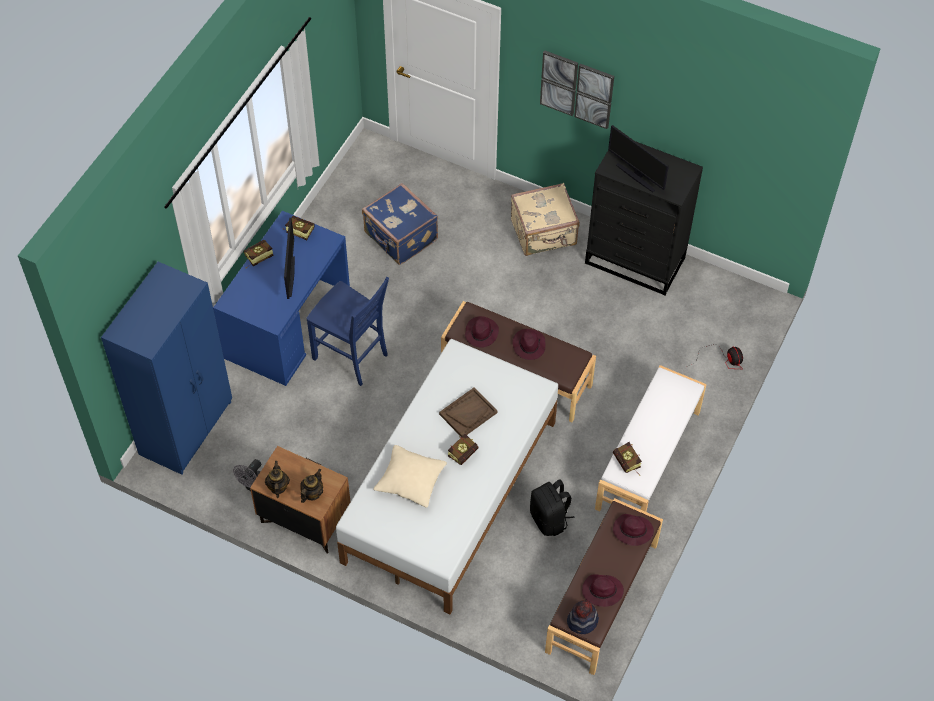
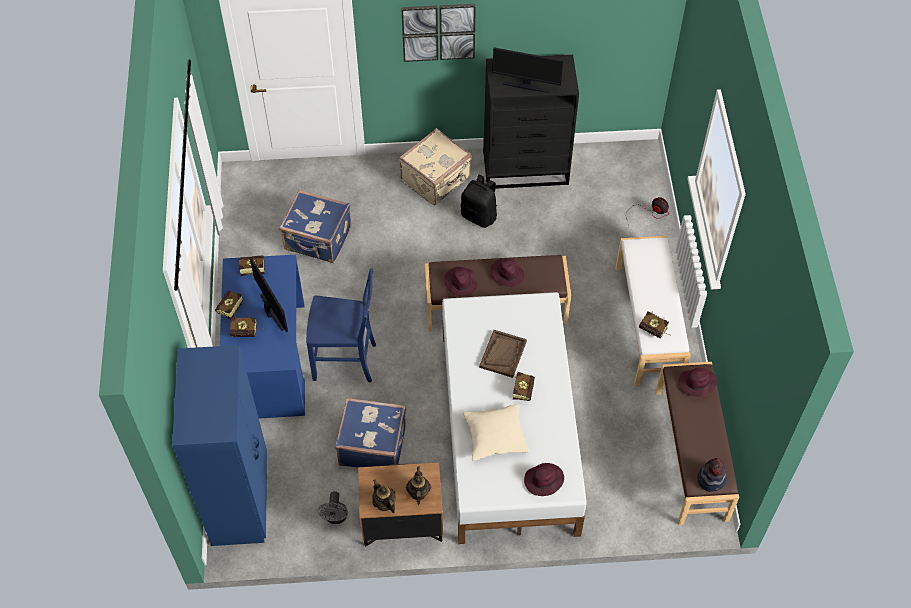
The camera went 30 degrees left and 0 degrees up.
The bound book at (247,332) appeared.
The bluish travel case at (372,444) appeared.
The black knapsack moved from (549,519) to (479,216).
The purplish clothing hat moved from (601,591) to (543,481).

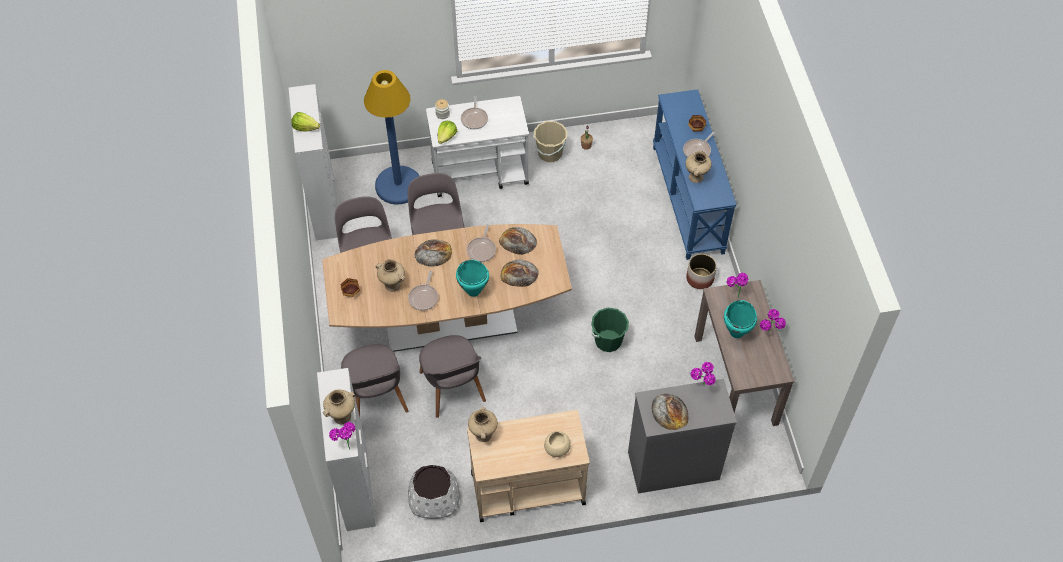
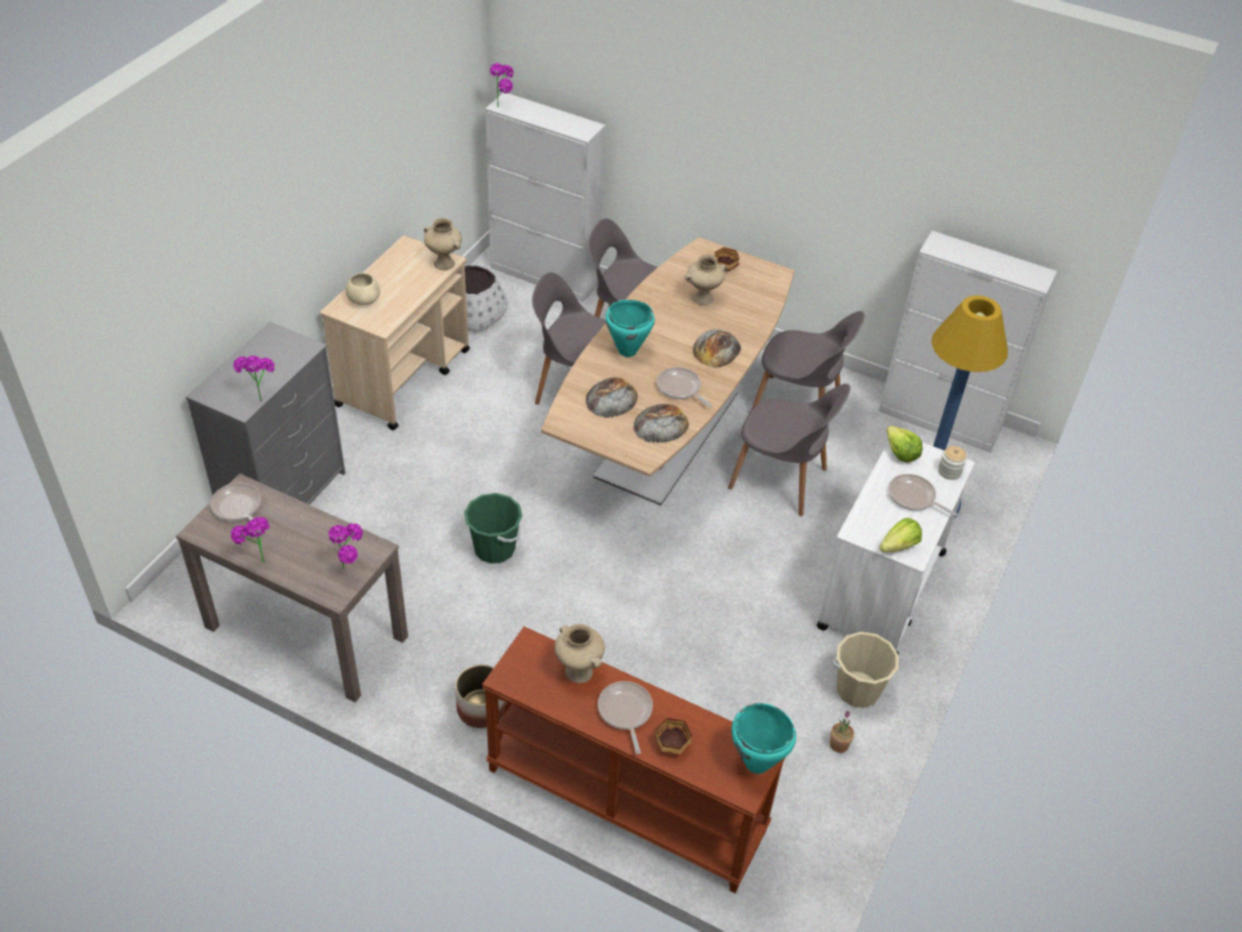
The camera went 125 degrees right and 10 degrees down.
The sand-coloured vase at (342,416) disappeared.
The bakery bread at (670,411) disappeared.
The lettuce head moved from (305,128) to (899,546).
The pan moved from (424,297) to (238,508).
The turquoise-coloured stockpot moved from (736,332) to (757,763).
The bluish console table at (688,199) became the brown console table at (624,802).

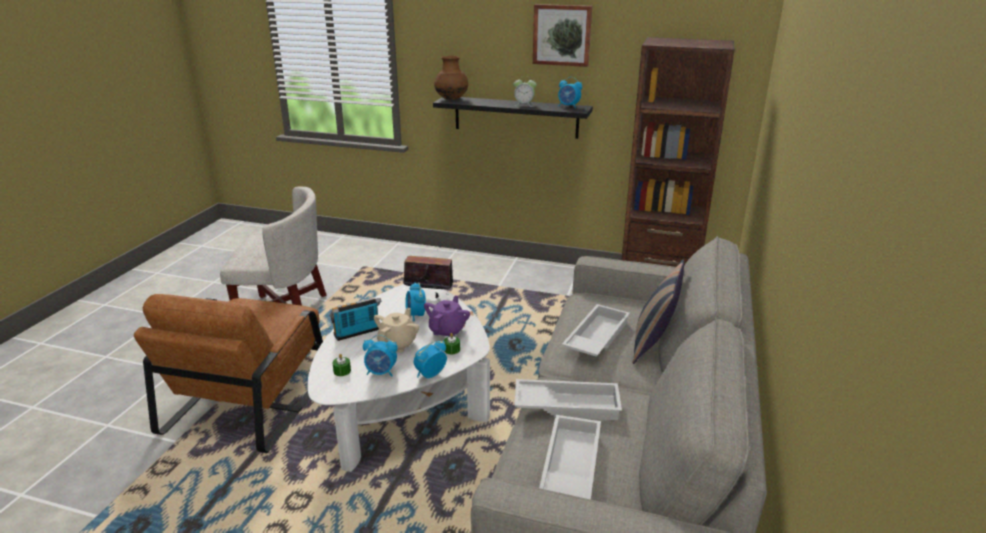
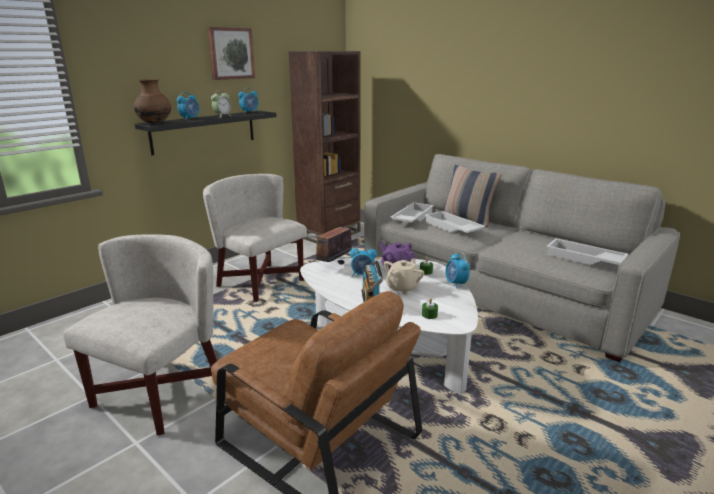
The camera went 65 degrees left and 5 degrees down.
The white armchair at (261,282) appeared.
The bedside clock moved from (381,372) to (190,119).
The white serving tray moved from (567,404) to (411,218).
The sand-coloured pot for tea at (398,344) turned 75 degrees clockwise.

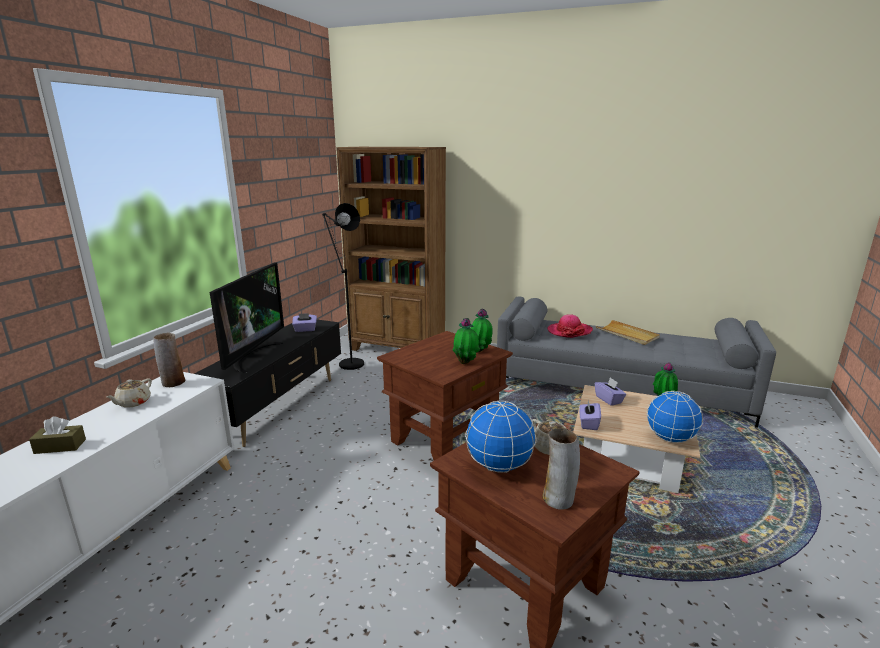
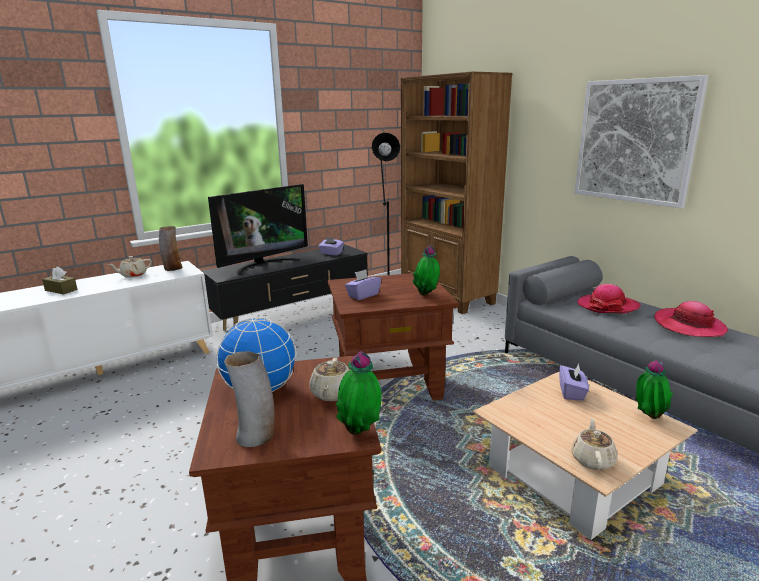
The camera went 35 degrees right and 0 degrees up.
The picture at (635,141) appeared.
The houseplant moved from (466,362) to (360,432).
The purplish box of tissues moved from (588,423) to (363,295).
The sand-coloured serving tray at (627,334) was replaced by the clothing hat at (689,326).
The desk globe at (670,438) was replaced by the sand-coloured pot for tea at (592,459).

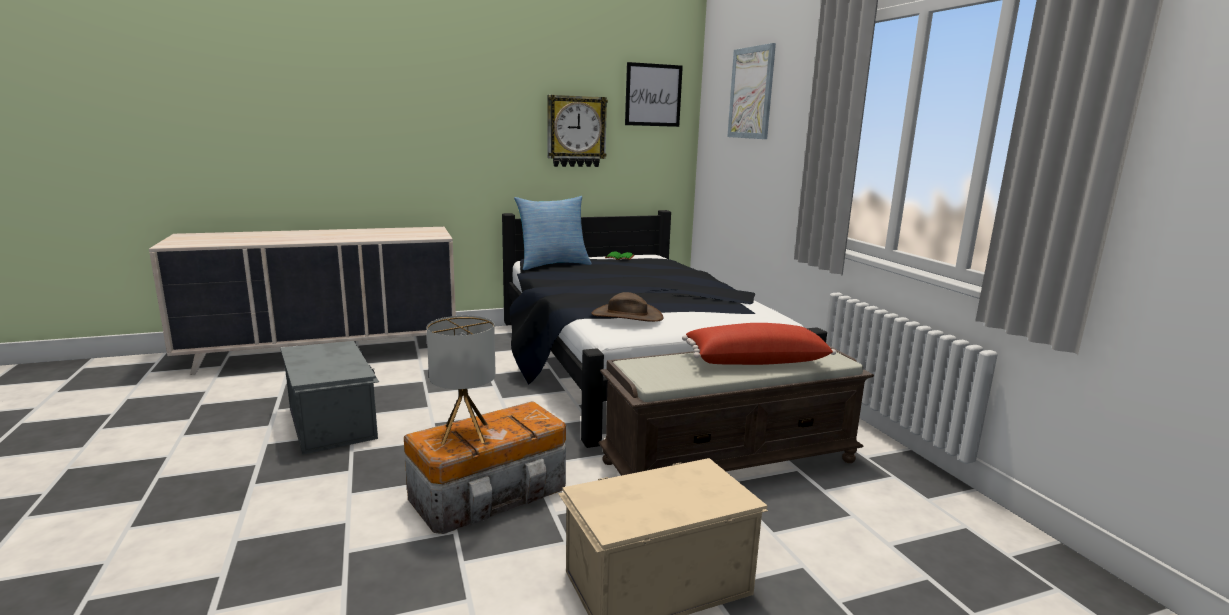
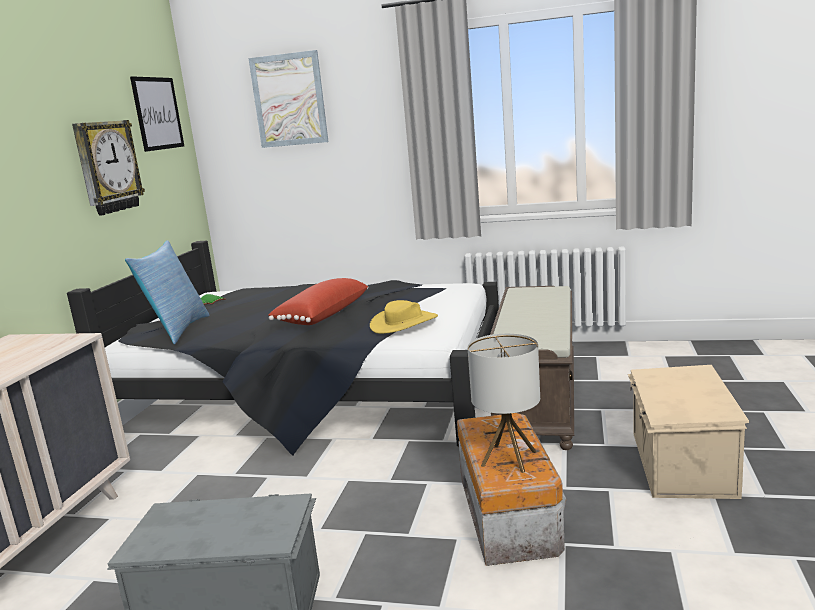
The camera went 55 degrees left and 0 degrees up.
The red-coloured pillow moved from (755,360) to (321,315).
The brown clothing hat at (626,316) became the yellowish clothing hat at (404,323).

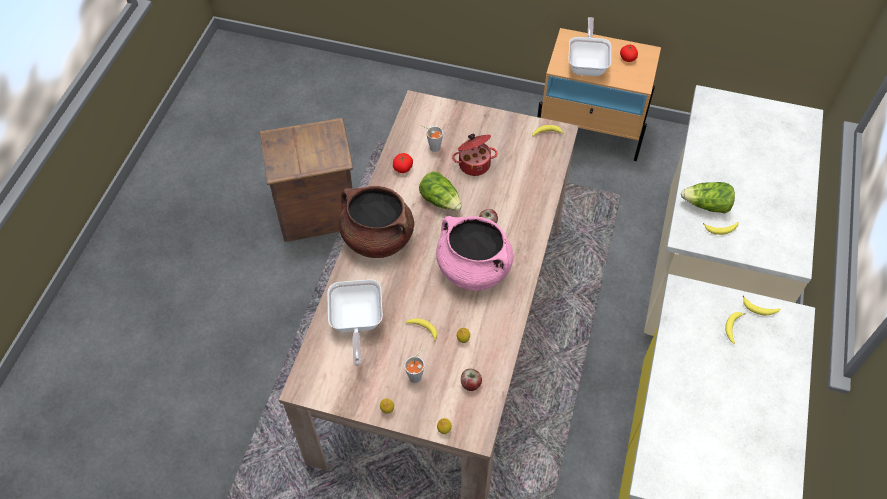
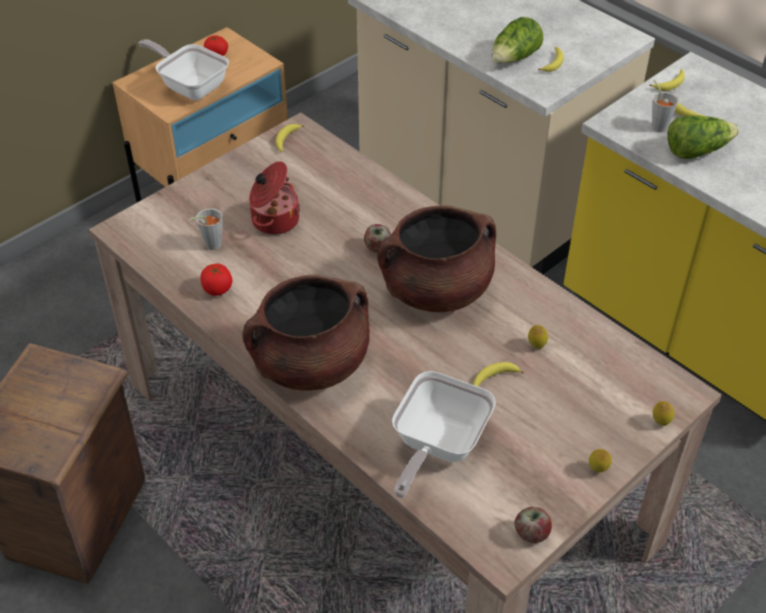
The camera went 60 degrees left and 10 degrees down.
The greyish drinking cup moved from (417,375) to (657,125).
The lettuce head moved from (440,200) to (696,150).
The apple fruit moved from (471,384) to (531,533).
The pinkish stockpot at (473,269) became the brown stockpot at (436,290).
The pan at (356,323) turned 90 degrees clockwise.

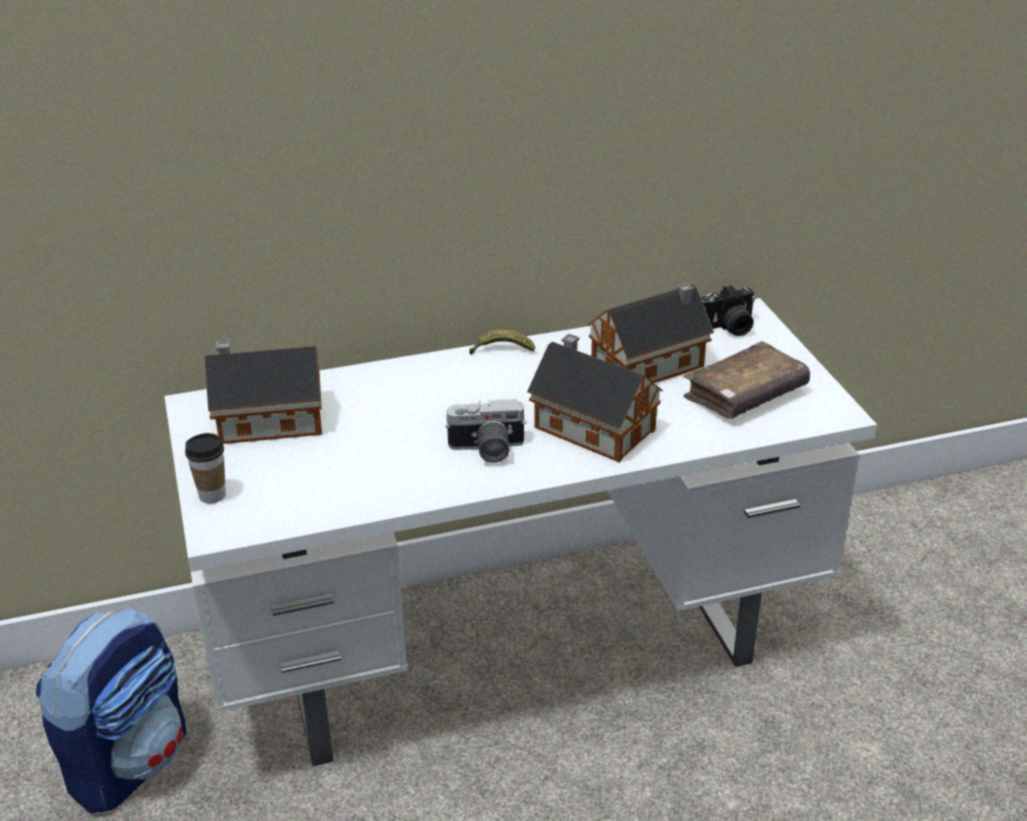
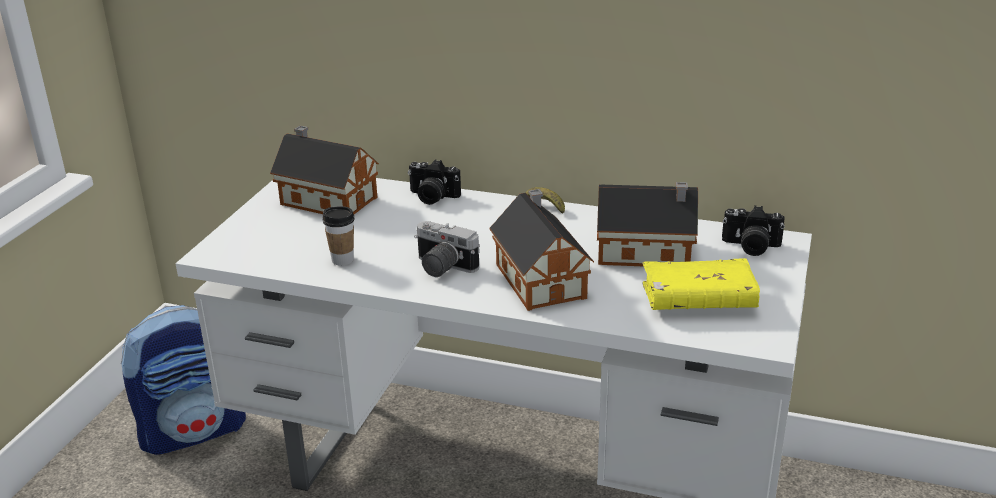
The camera went 35 degrees right and 5 degrees down.
The photo camera at (432,197) appeared.
The drinking cup moved from (212,495) to (342,260).
The brown bound book at (745,395) became the yellowish bound book at (698,299).

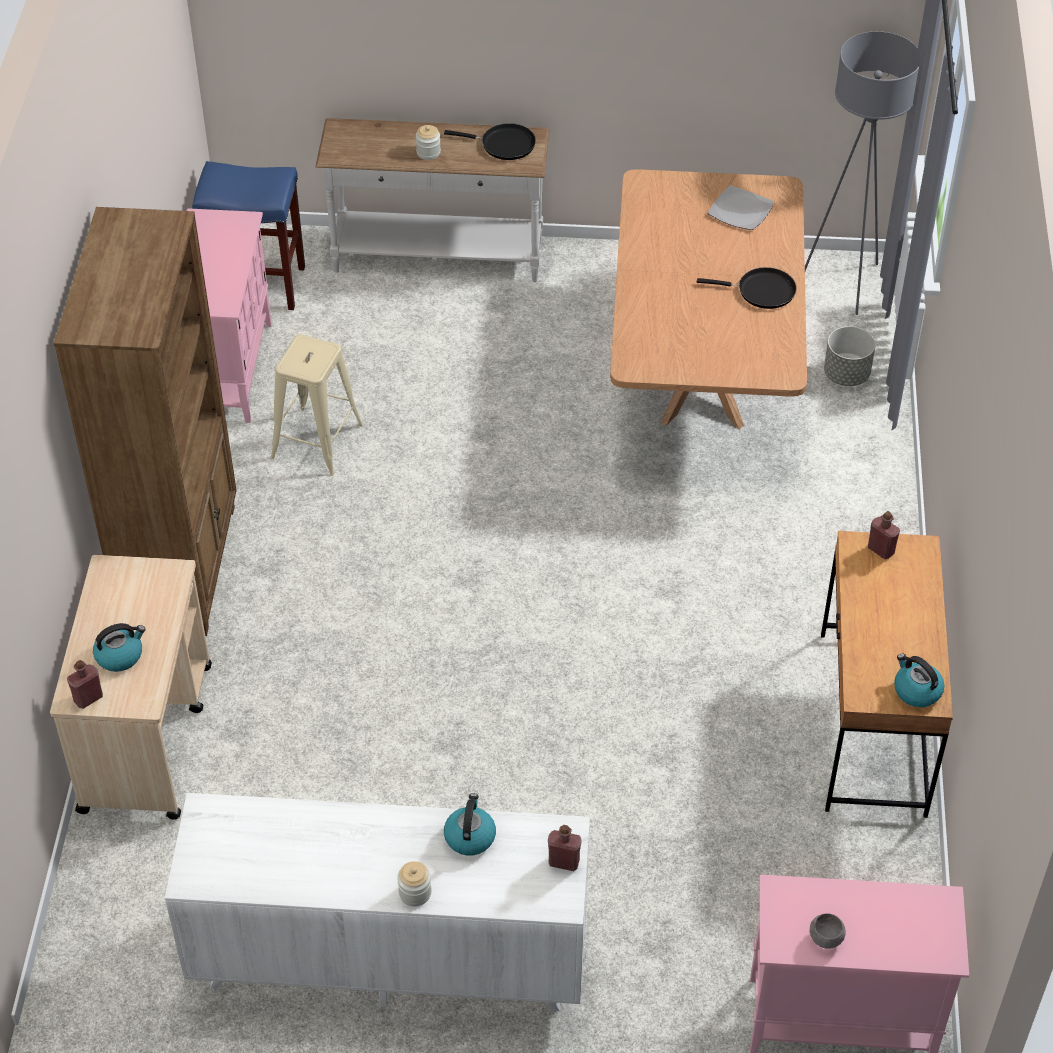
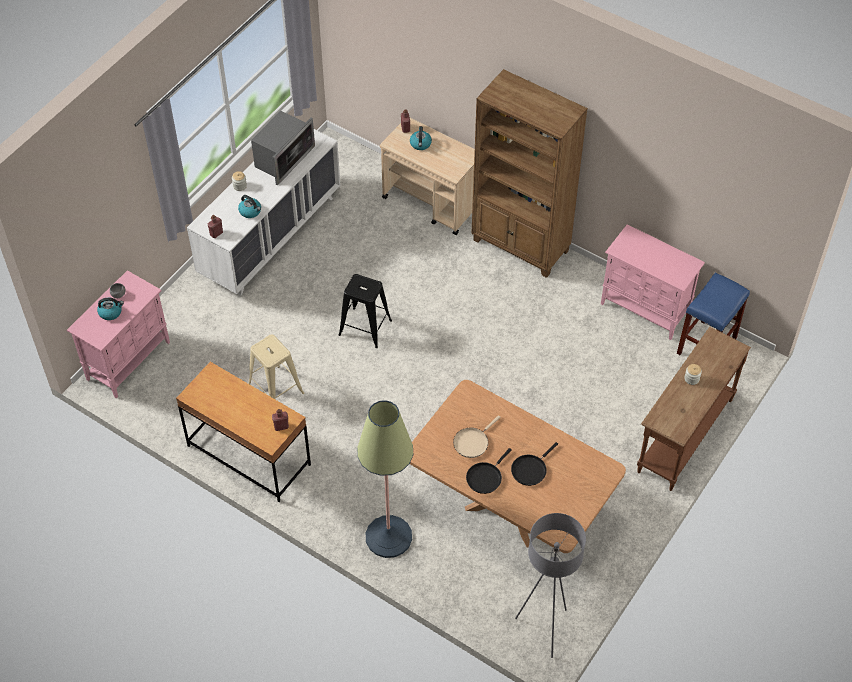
The camera went 120 degrees right and 5 degrees up.
The flat dish at (739,211) disappeared.
The greyish planter at (847,374) disappeared.
The microwave oven at (283,158) appeared.
The black stool at (364,327) appeared.
The standard lamp at (388,537) appeared.
The sand-coloured pan at (472,442) appeared.
The sand-coloured stool moved from (316,442) to (275,389).
The black pan moved from (504,144) to (530,469).
The water kettle moved from (916,690) to (111,312).
The white console table at (438,258) became the brown console table at (683,435).

